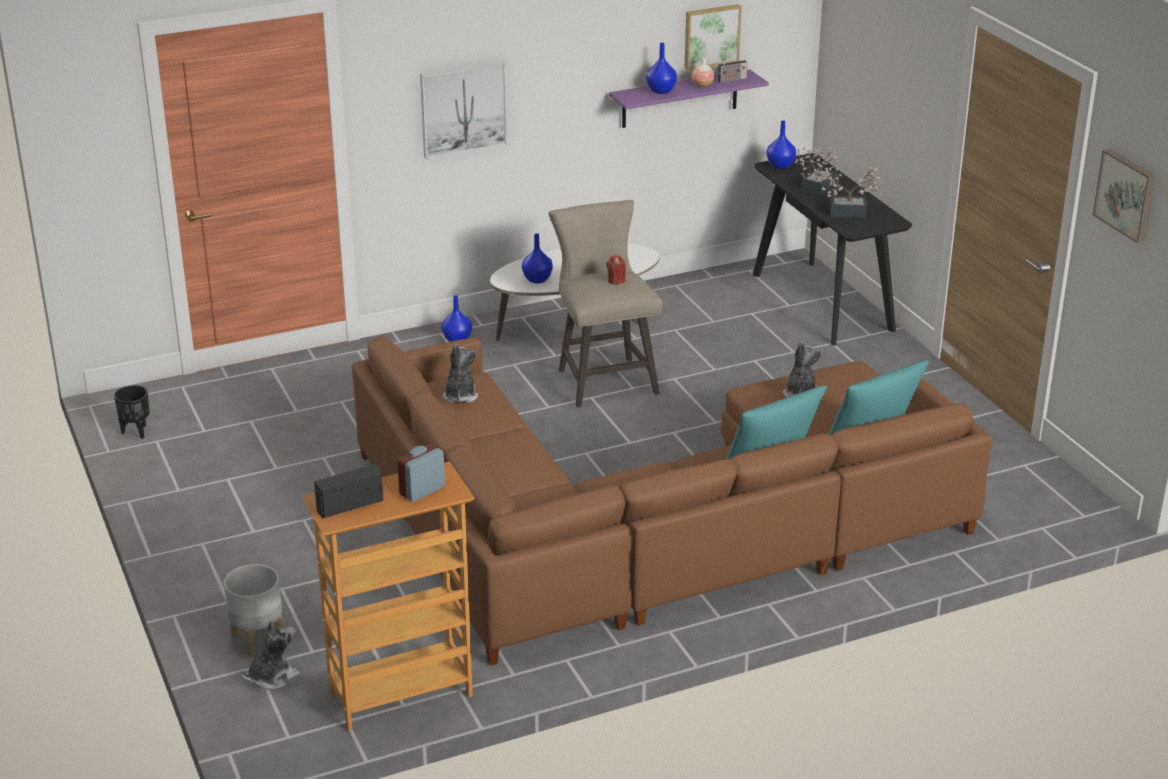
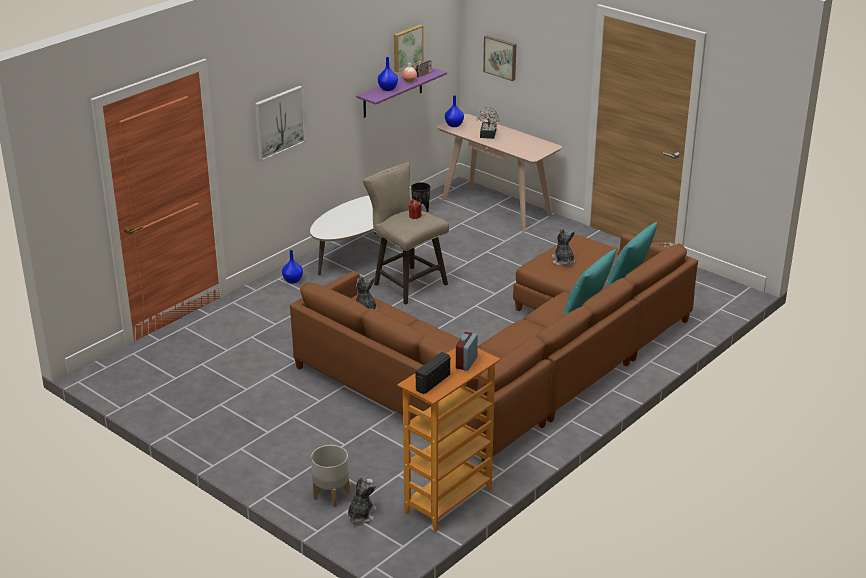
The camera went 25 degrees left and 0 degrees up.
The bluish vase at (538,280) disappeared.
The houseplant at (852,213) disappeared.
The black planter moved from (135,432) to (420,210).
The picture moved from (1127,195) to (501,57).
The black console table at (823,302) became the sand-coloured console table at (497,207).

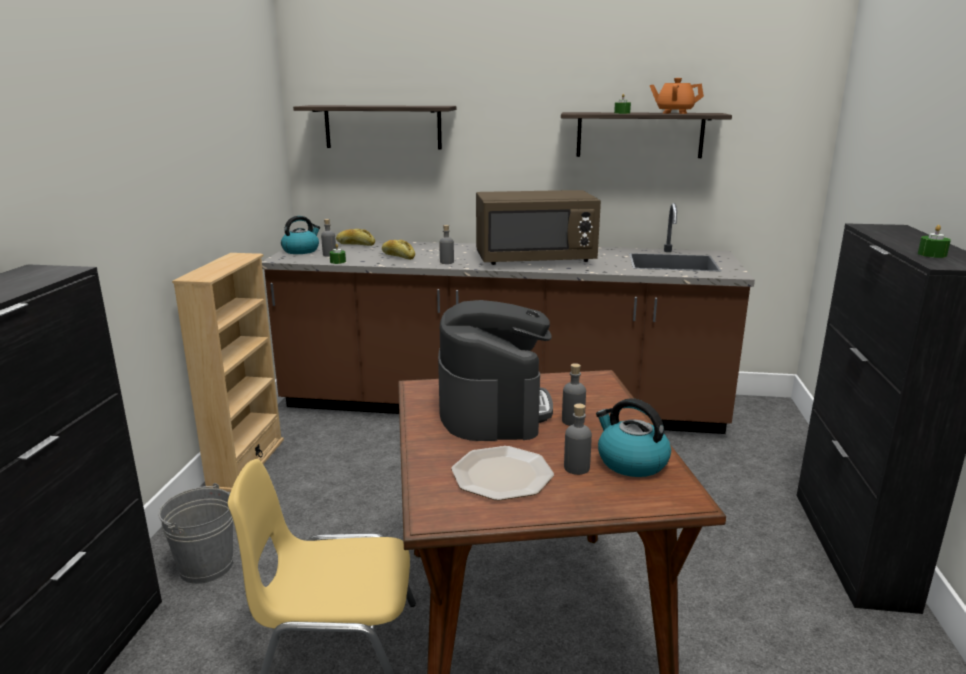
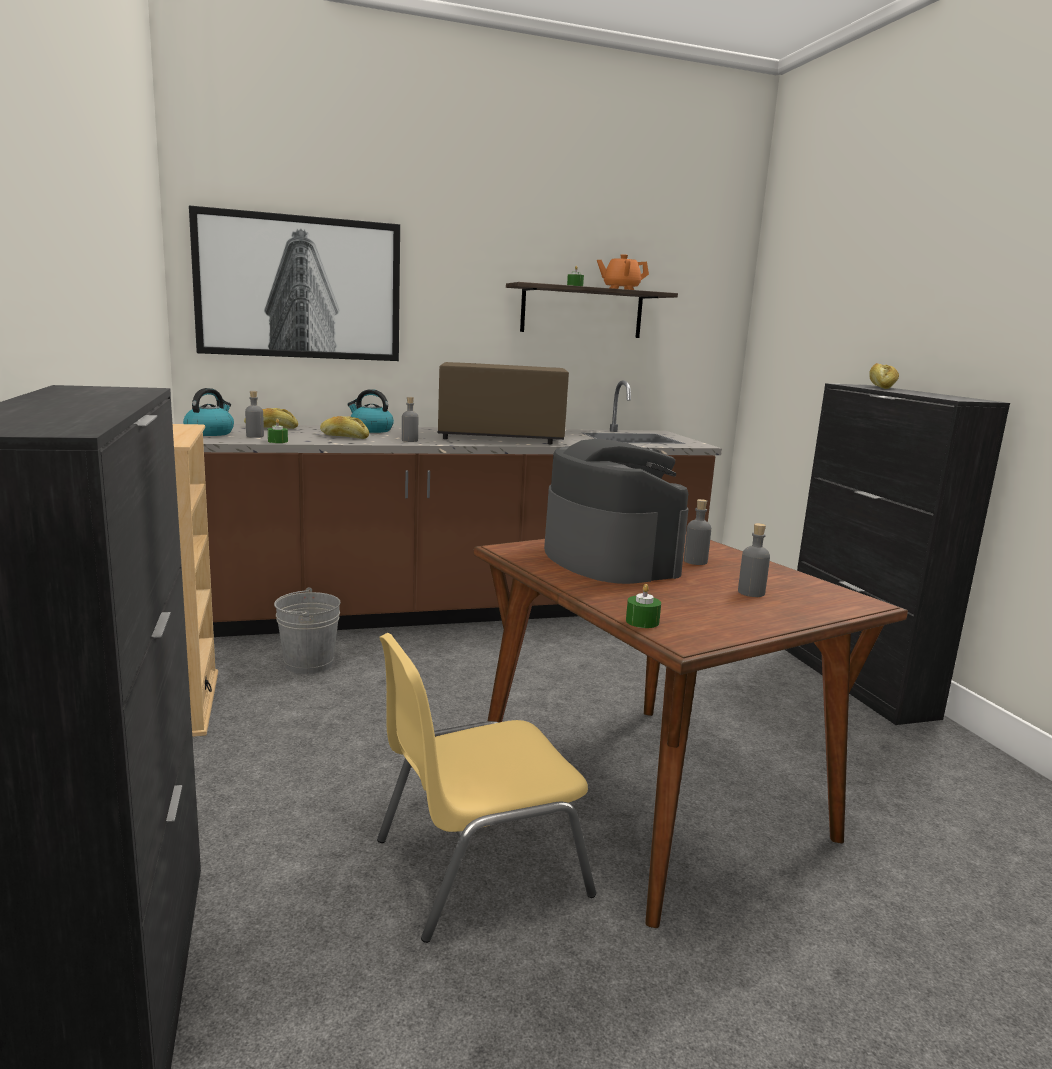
The camera went 25 degrees left and 5 degrees down.
The flat dish at (503,474) disappeared.
The bakery bread at (882,387) appeared.
The greyish water bucket moved from (206,566) to (309,663).
The water kettle moved from (631,462) to (370,430).
The greenish wax light moved from (932,254) to (642,621).
The bracket shelf at (383,127) was replaced by the picture at (299,288).
The brown microwave oven at (535,260) turned 150 degrees counterclockwise.

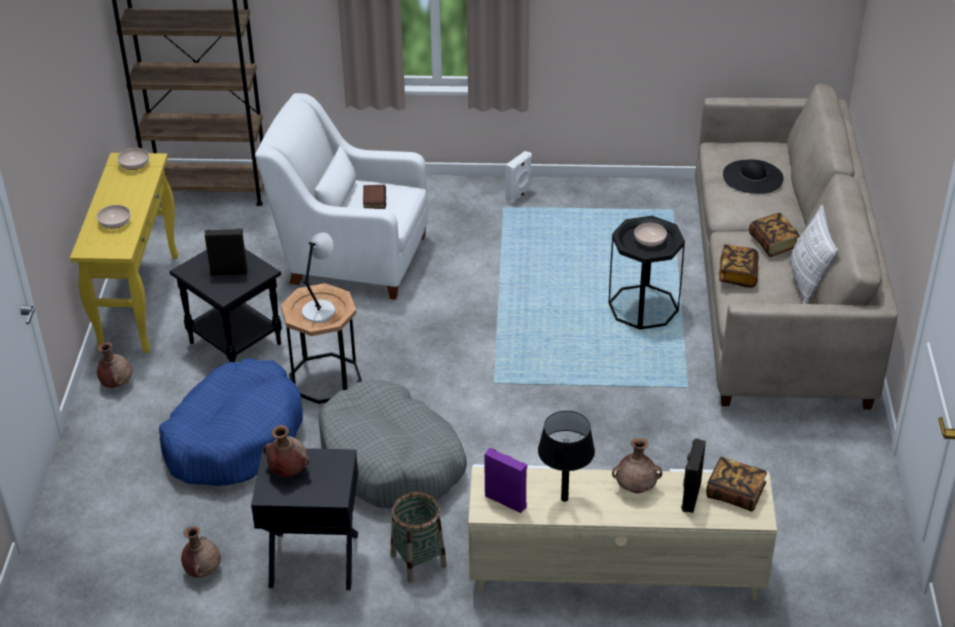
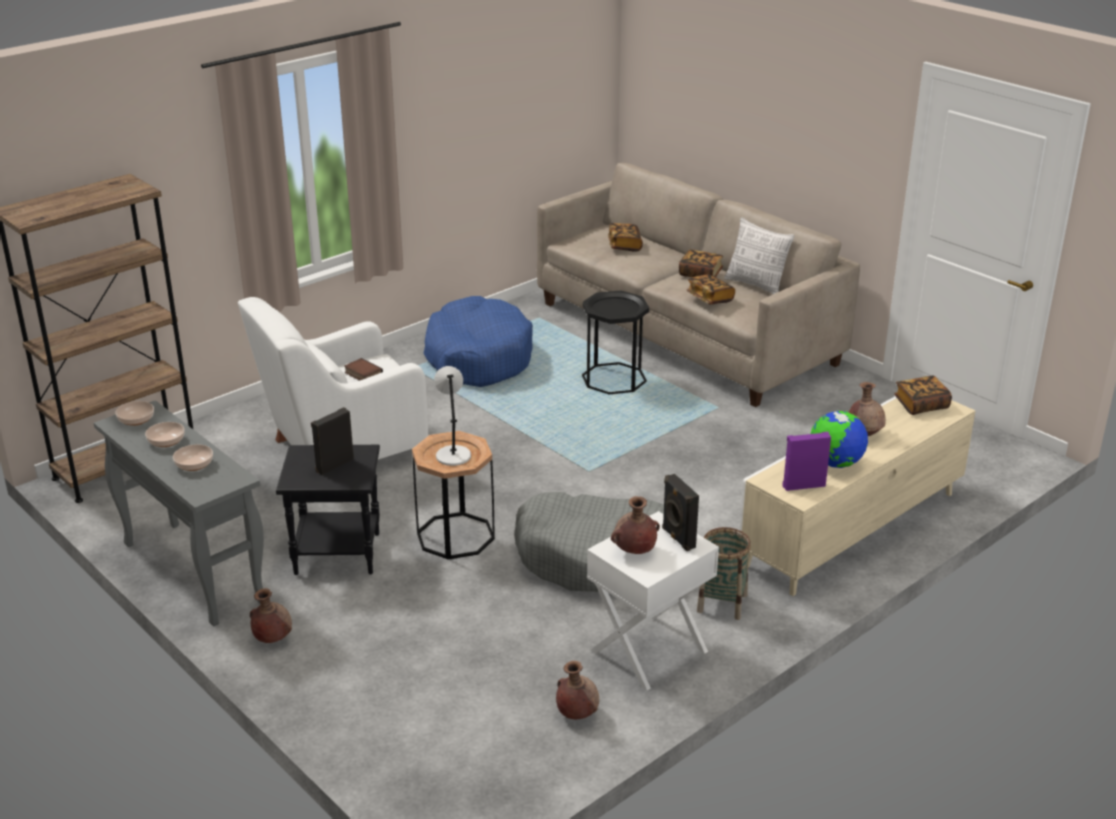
The camera went 45 degrees left and 10 degrees down.
The white audio speaker at (519,195) disappeared.
The bluish dog cushion moved from (234,437) to (478,357).
The serving bowl moved from (650,240) to (167,441).
The black audio speaker moved from (690,496) to (677,538).
The black tabletop lamp at (564,499) was replaced by the desk globe at (835,463).
The black clothing hat at (752,177) was replaced by the bound book at (624,245).
The yellowish console table at (139,301) became the greyish console table at (192,572).
The black nightstand at (314,560) became the white nightstand at (650,651).

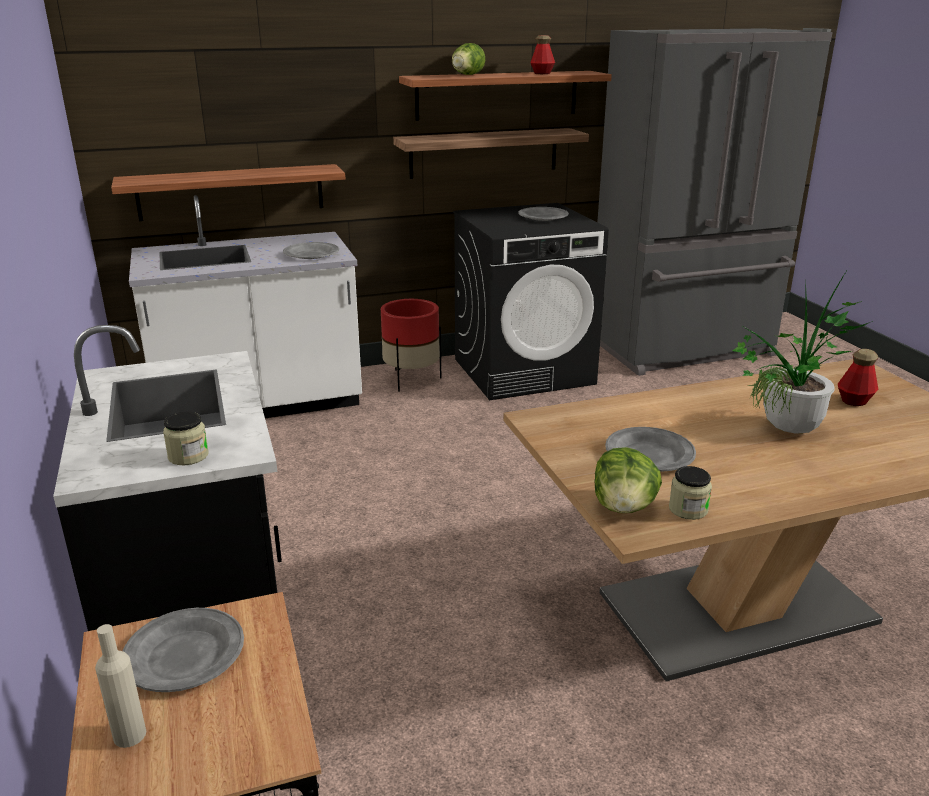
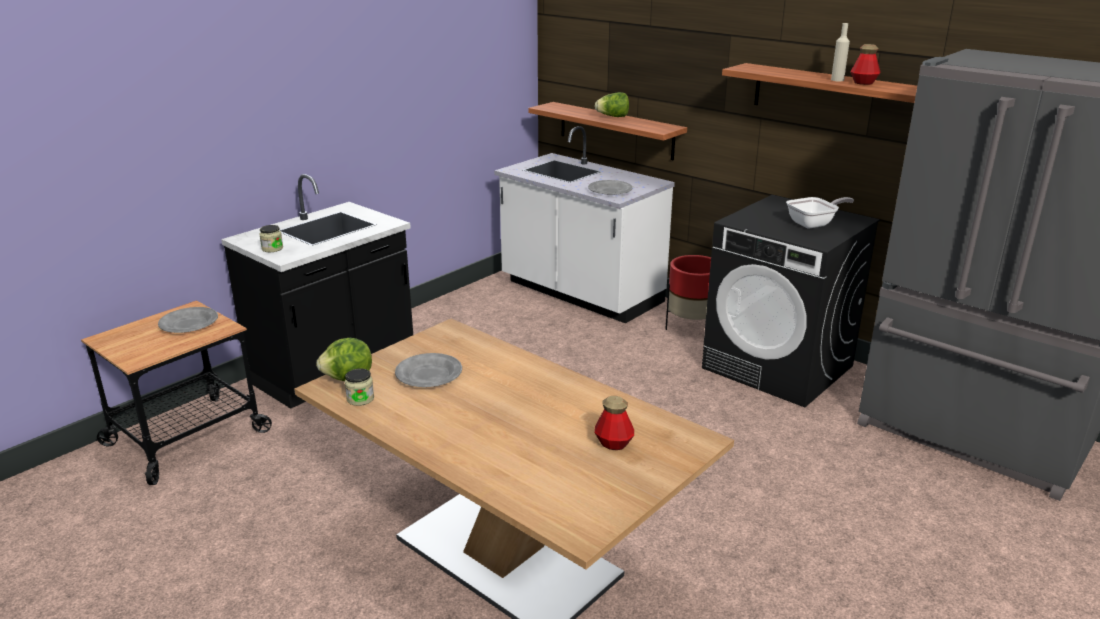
The camera went 60 degrees right and 0 degrees up.
The bracket shelf at (484,153) disappeared.
The houseplant at (786,432) disappeared.
The sand-coloured drink bottle moved from (129,735) to (837,80).
The lettuce head moved from (466,75) to (613,117).
The greyish flat dish at (543,217) was replaced by the pan at (814,224).

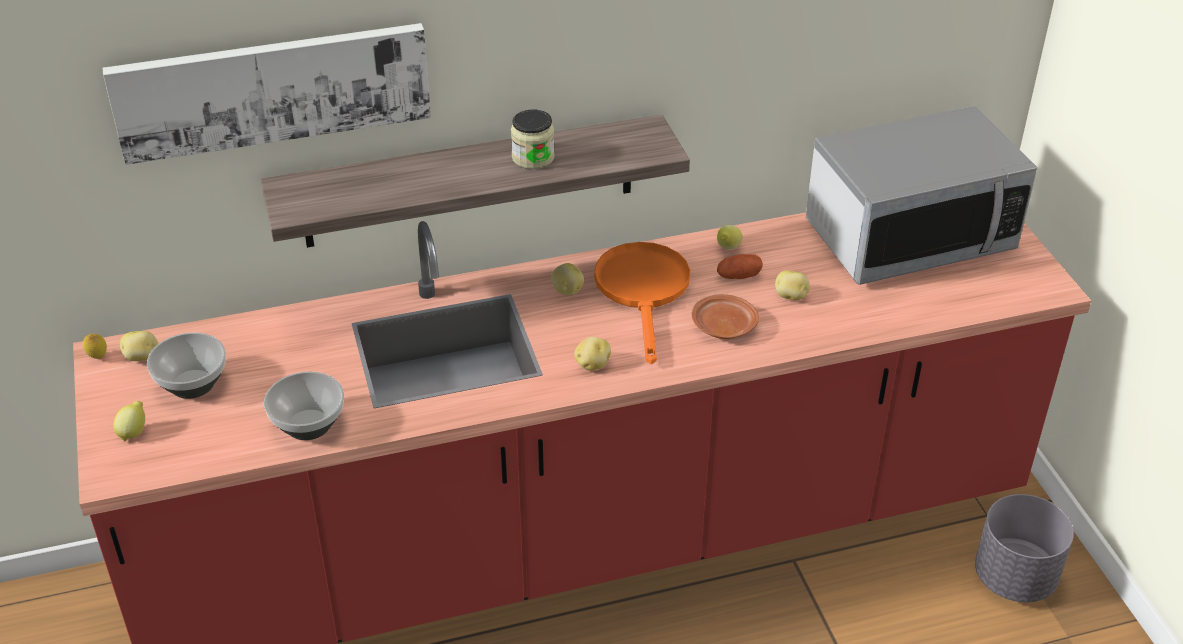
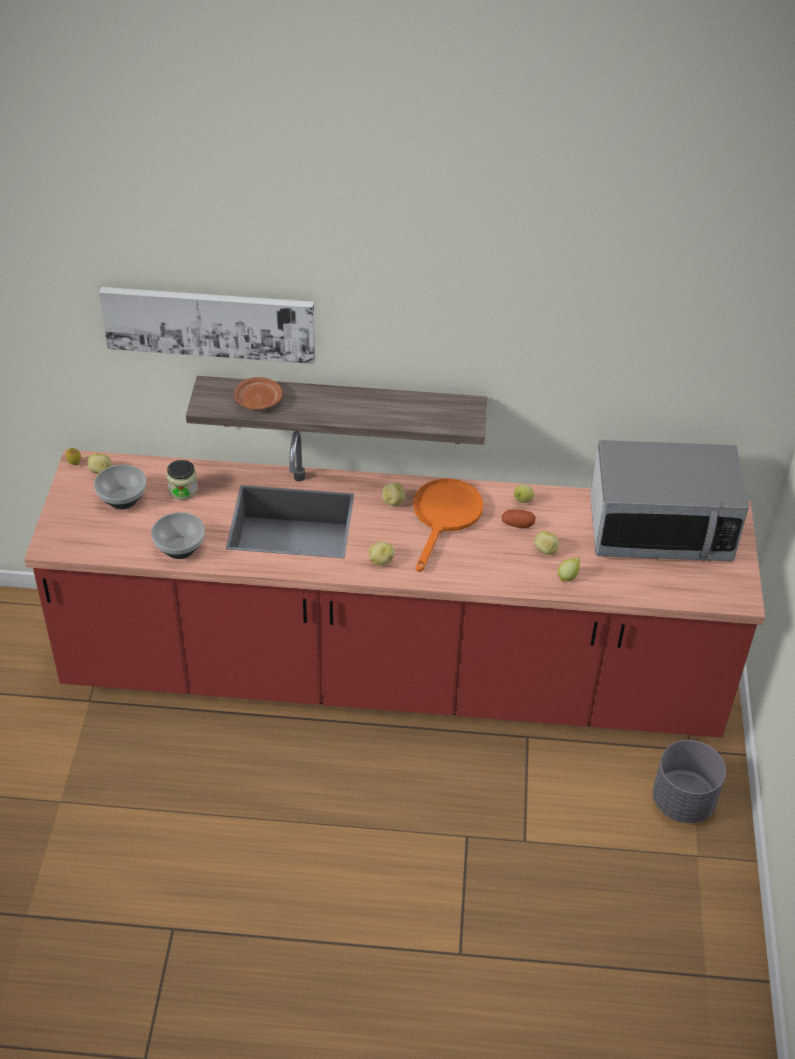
The camera went 20 degrees right and 5 degrees up.
The lemon moved from (134,432) to (568,576).
The preserve jar moved from (533,157) to (183,490).
The brown flat dish moved from (723,326) to (257,400).

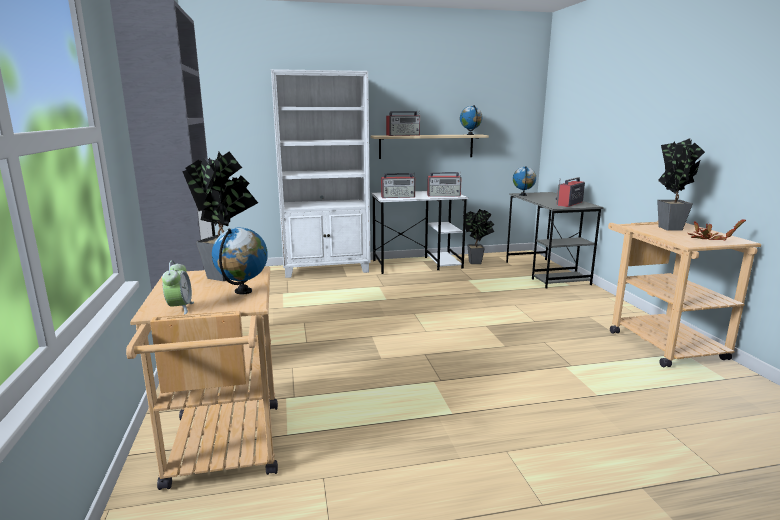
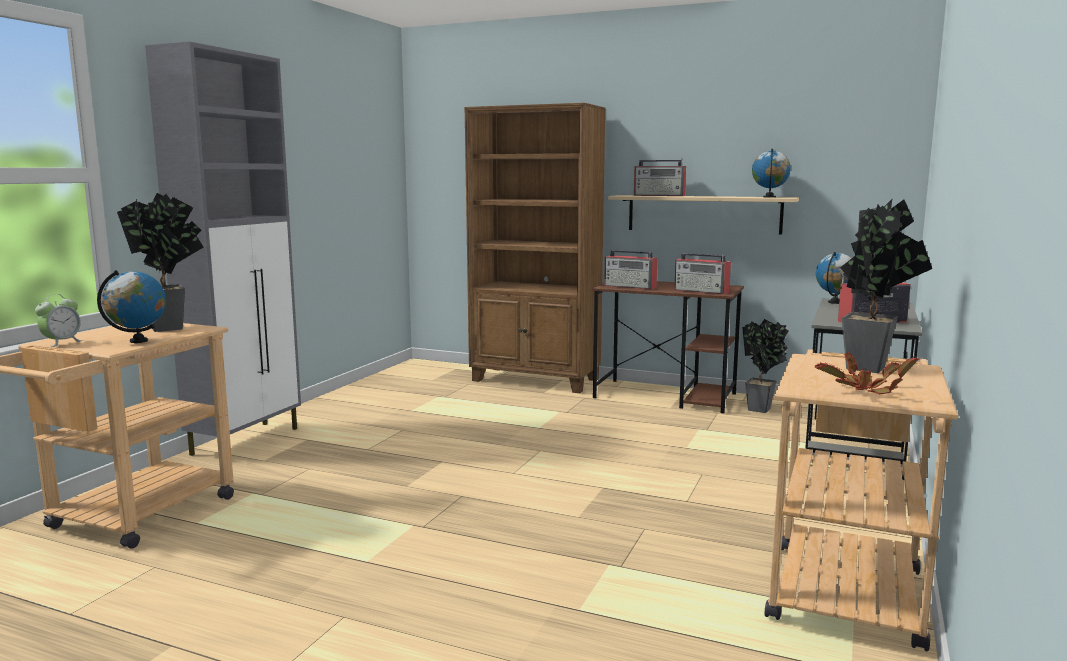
The camera went 35 degrees right and 5 degrees down.
The white shelving unit at (326,269) became the brown shelving unit at (536,380).
The white desk unit at (418,264) became the brown desk unit at (666,396).

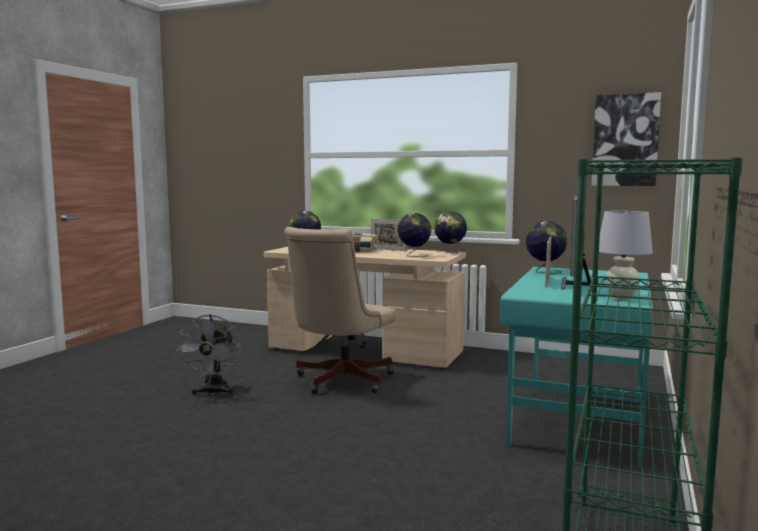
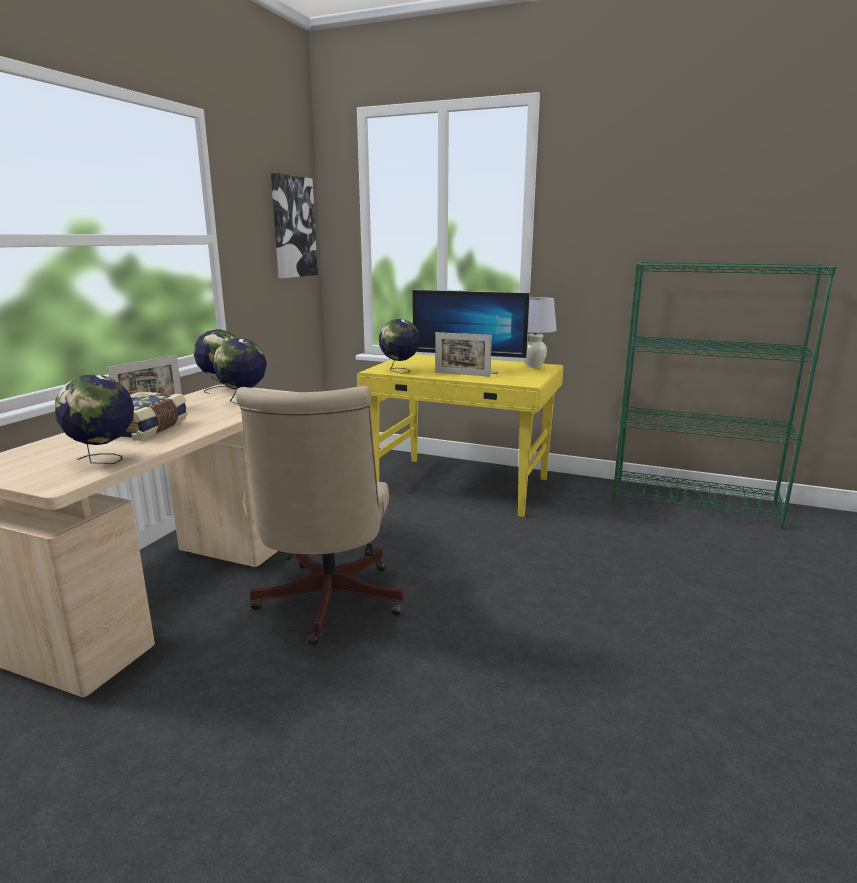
The camera went 90 degrees left and 10 degrees up.
The greyish electric fan at (214,393) disappeared.
The turquoise-coloured desk unit at (577,420) became the yellowish desk unit at (462,486).
The sand-coloured office chair at (339,381) turned 60 degrees clockwise.

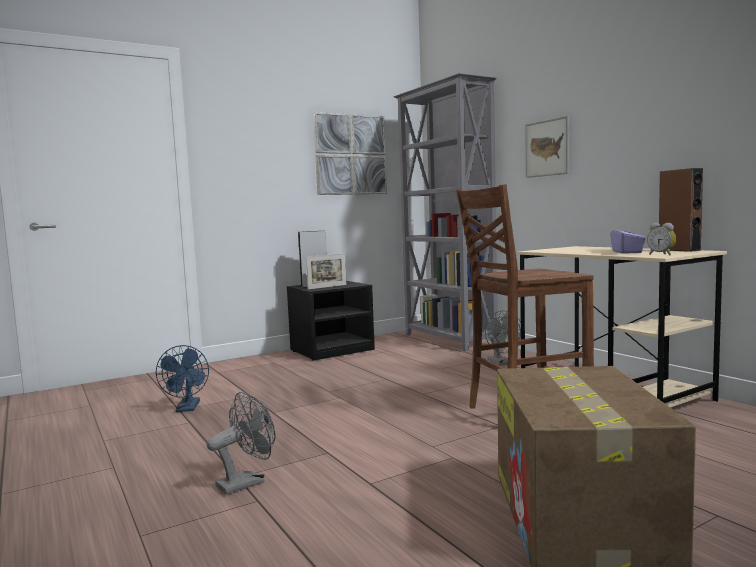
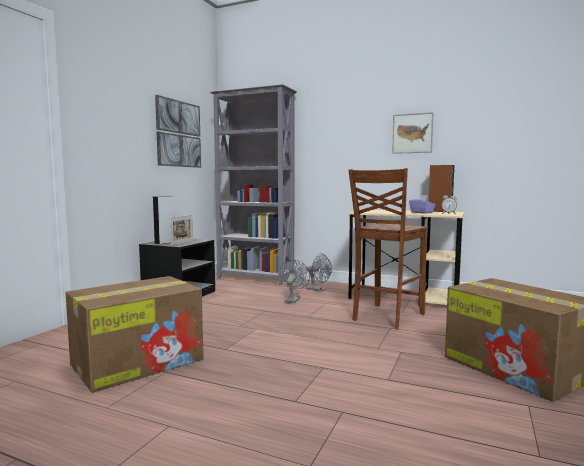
The camera went 35 degrees left and 0 degrees up.
The greyish electric fan moved from (247,482) to (293,299).
The picture moved from (547,148) to (412,133).
The bluish electric fan at (187,408) was replaced by the carton at (139,361).

